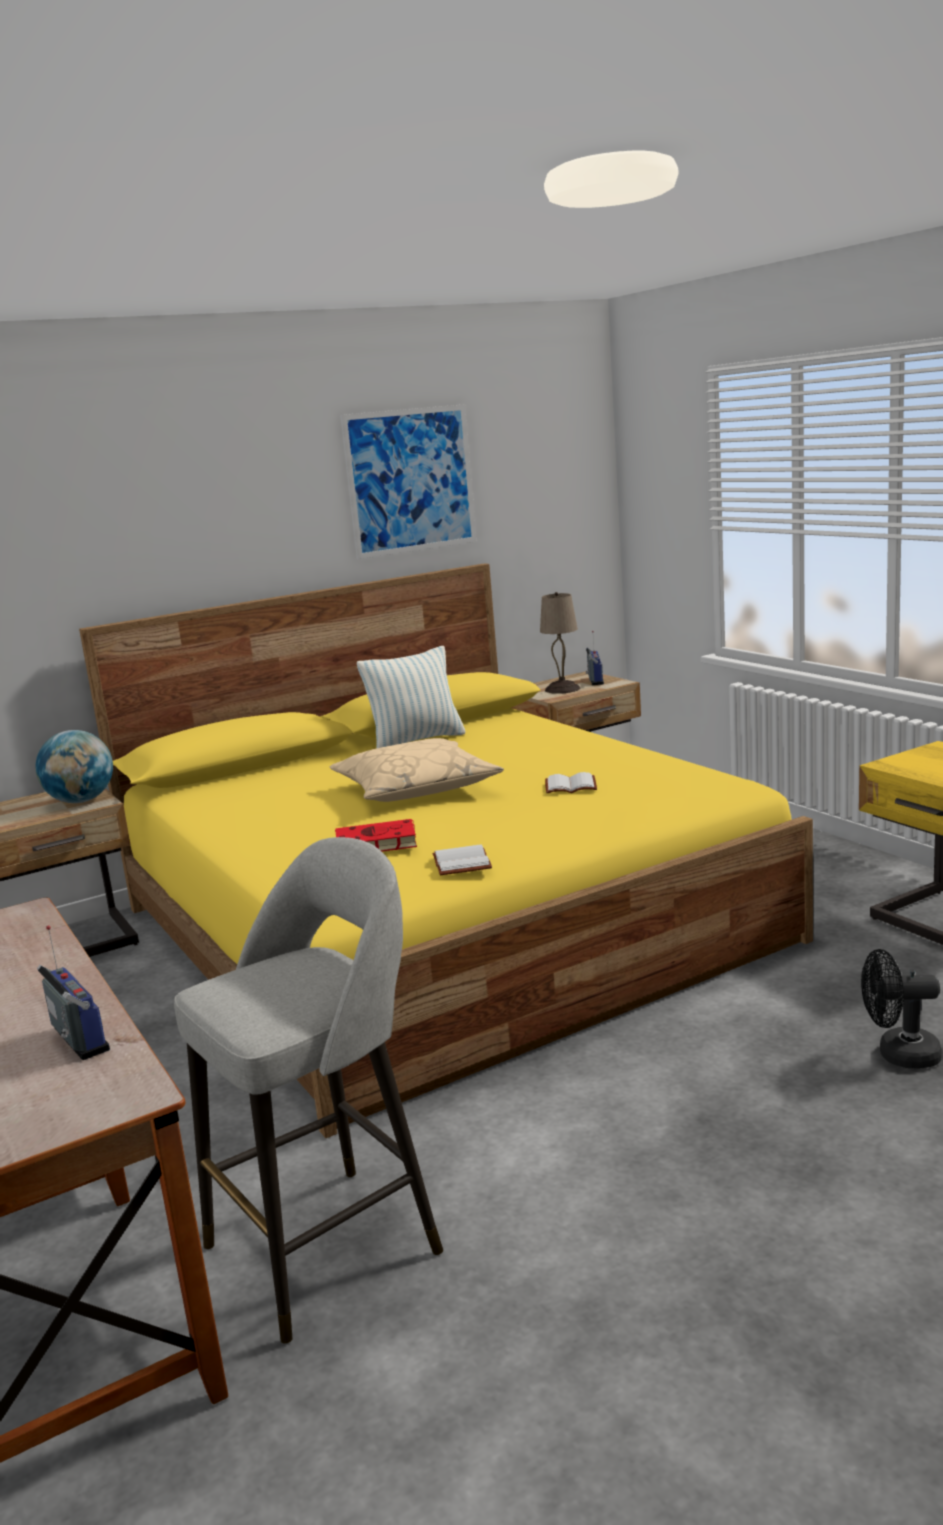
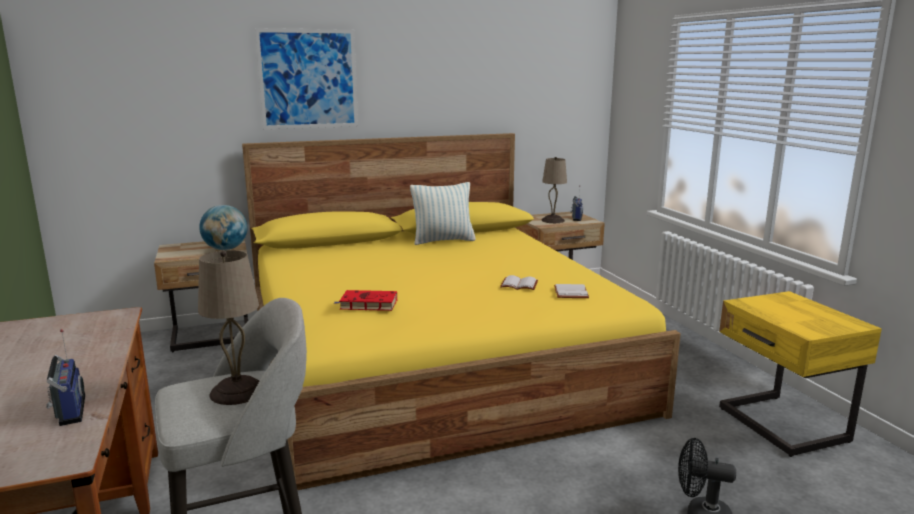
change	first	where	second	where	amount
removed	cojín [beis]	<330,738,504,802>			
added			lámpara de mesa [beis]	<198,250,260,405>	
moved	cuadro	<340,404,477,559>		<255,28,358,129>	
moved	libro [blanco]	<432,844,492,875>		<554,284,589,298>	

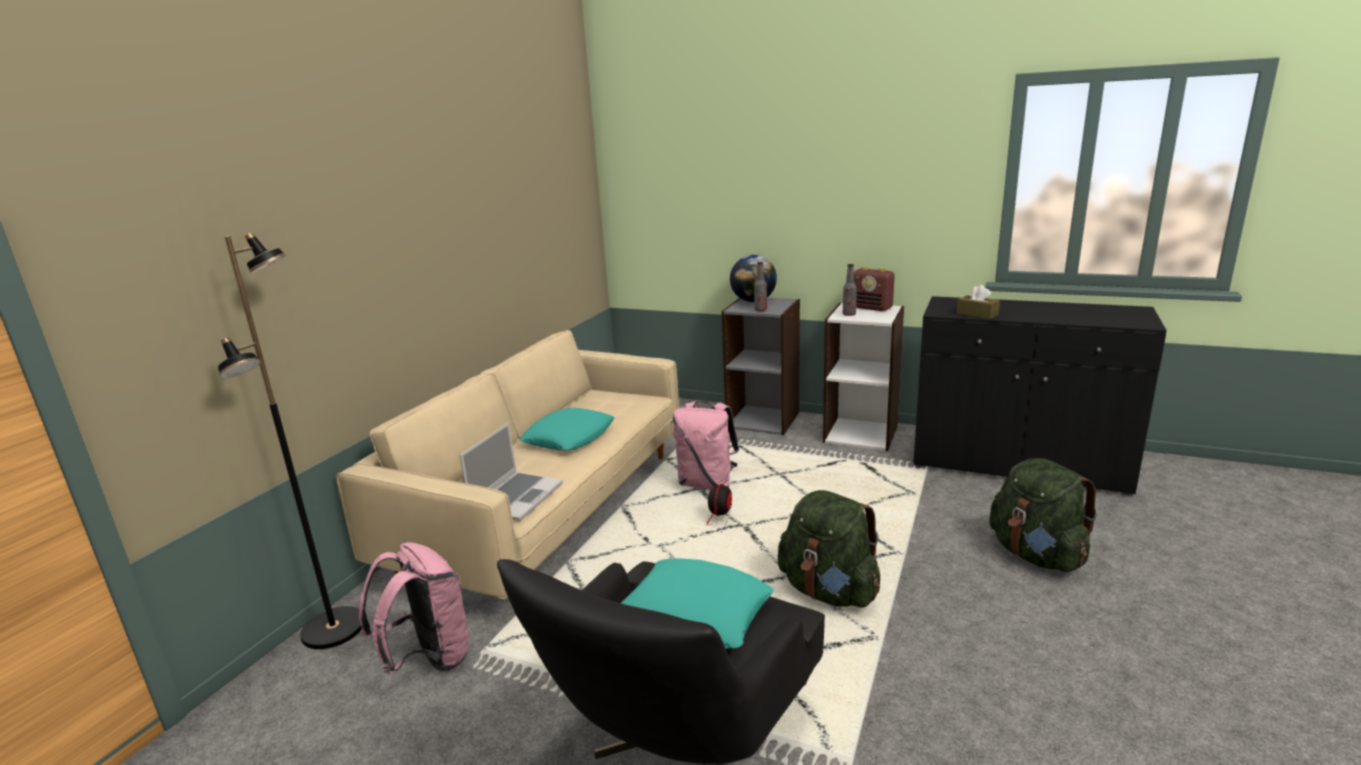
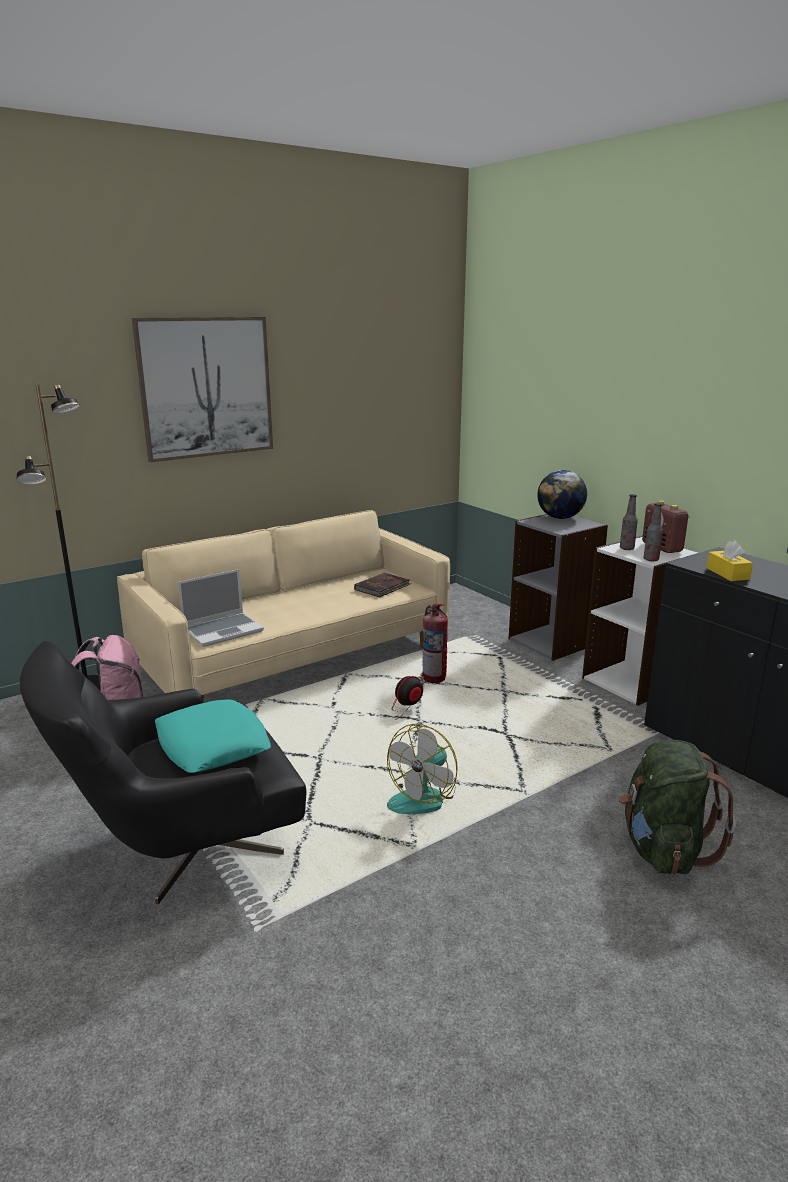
change	first	where	second	where	amount
removed	cojín [turquesa]	<520,408,614,450>			
added			cuadro	<132,317,273,462>	
added			libro [marrón]	<354,573,412,597>	
moved	botella	<754,262,767,311>		<644,503,663,561>	
replaced	mochila [rosa]	<673,401,740,489>	extintor	<423,603,448,683>	
replaced	mochila [verde]	<778,490,880,608>	ventilador	<387,724,458,814>	
recoloured	caja de pañuelos [marrón]	<957,285,1000,319>	caja de pañuelos [amarillo]	<707,540,753,581>	

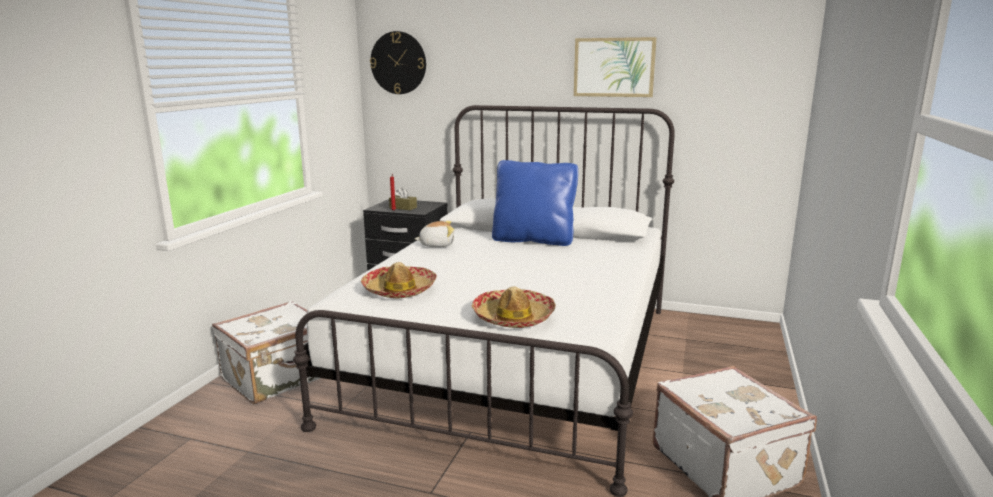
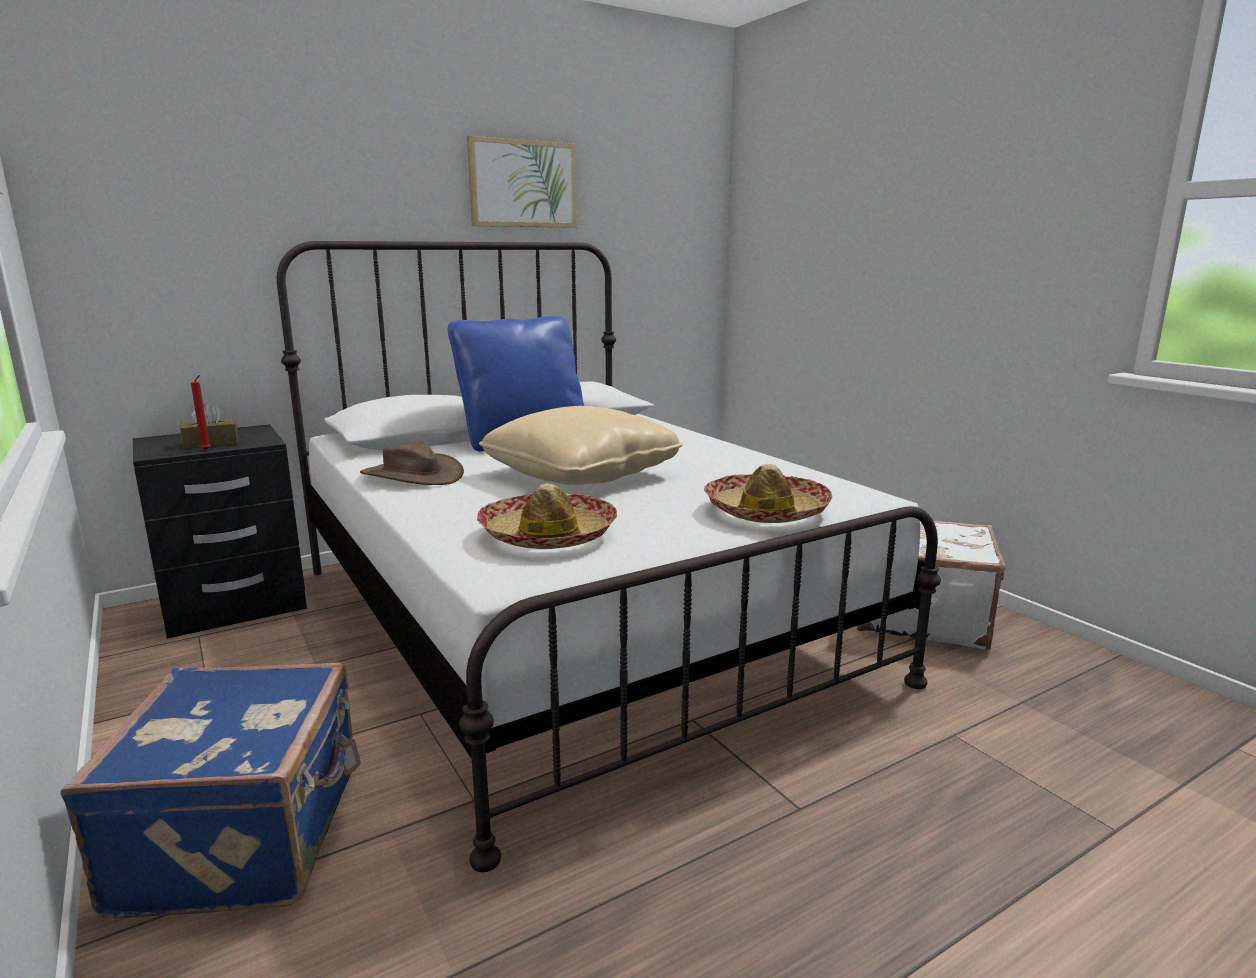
change	first	where	second	where	amount
removed	reloj de pared	<370,31,426,94>			
added			cojín [beis]	<479,406,683,485>	
replaced	peluche	<415,221,454,247>	sombrero [marrón]	<360,440,464,485>	
recoloured	maleta [blanco]	<212,301,320,404>	maleta [azul]	<60,662,361,918>	

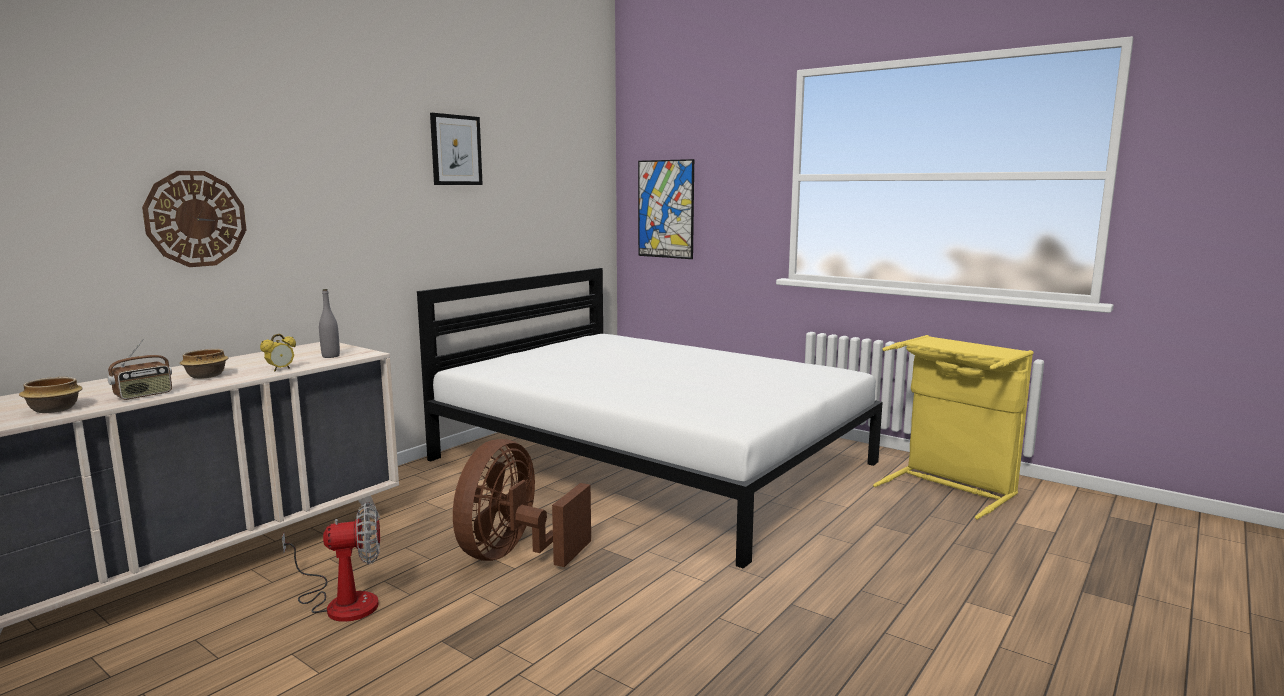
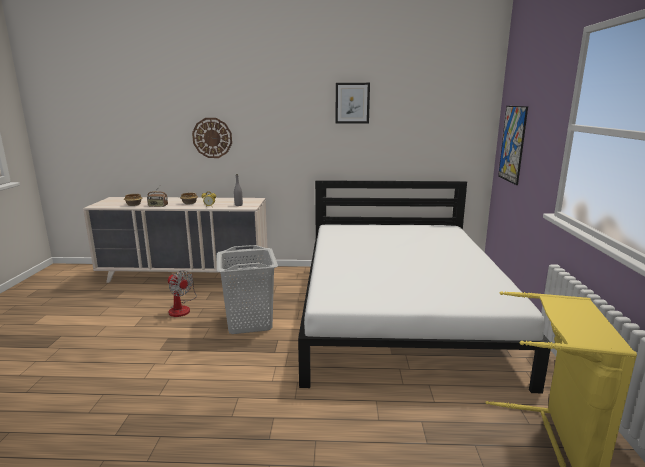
change	first	where	second	where	amount
replaced	ventilador [marrón]	<453,439,591,567>	cesto de la ropa [gris]	<216,245,278,334>	

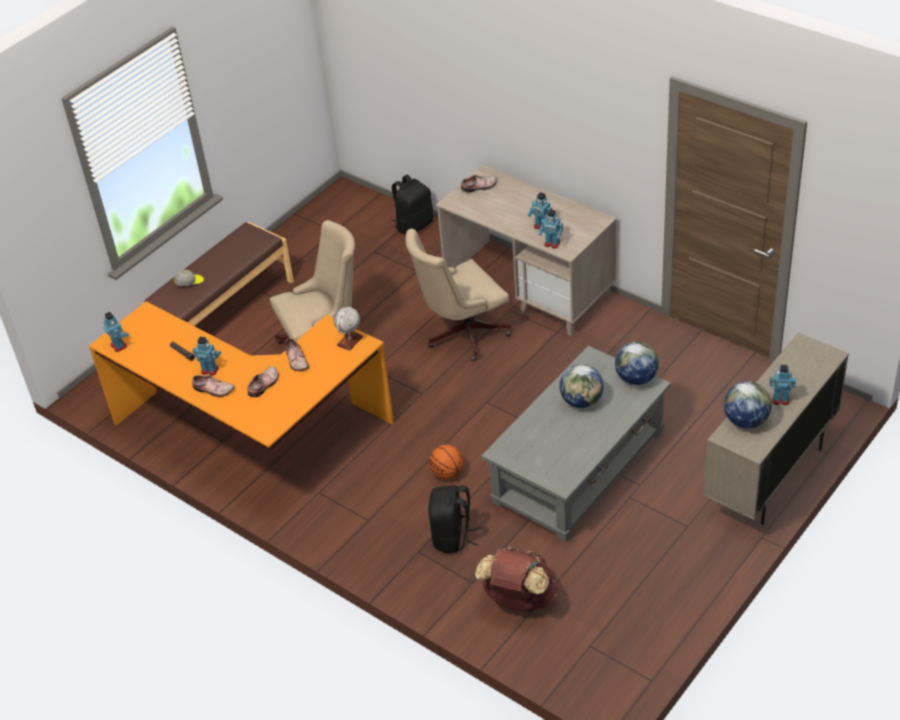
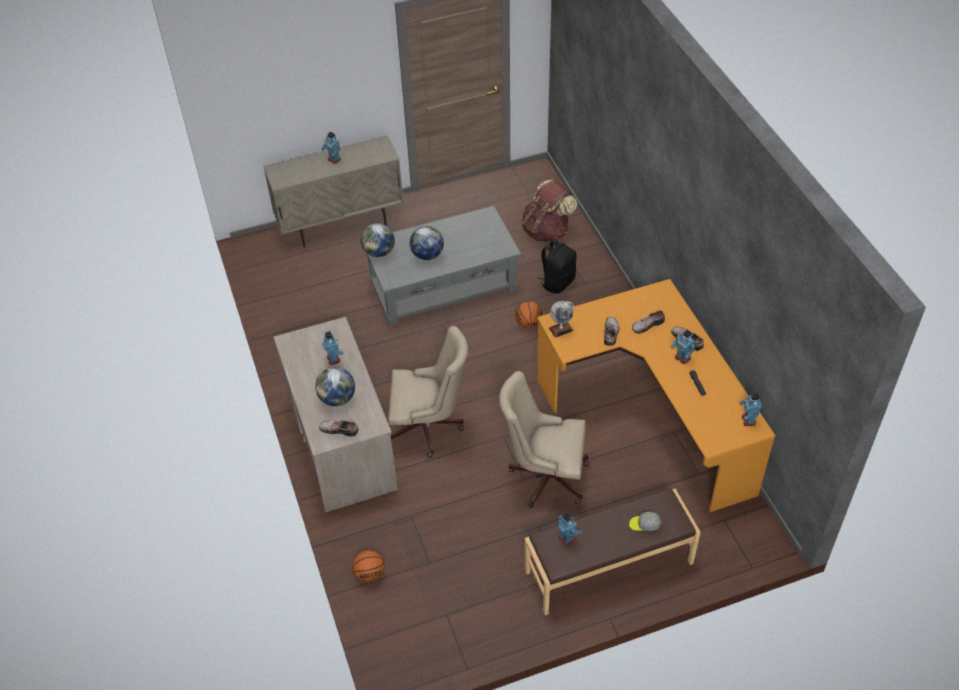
change	first	where	second	where	amount
moved	robot de juguete	<538,209,563,248>		<558,513,582,546>	
moved	globo terráqueo	<724,381,772,429>		<315,367,355,407>	
replaced	mochila [negro]	<392,175,433,235>	balón de baloncesto	<352,550,385,583>	

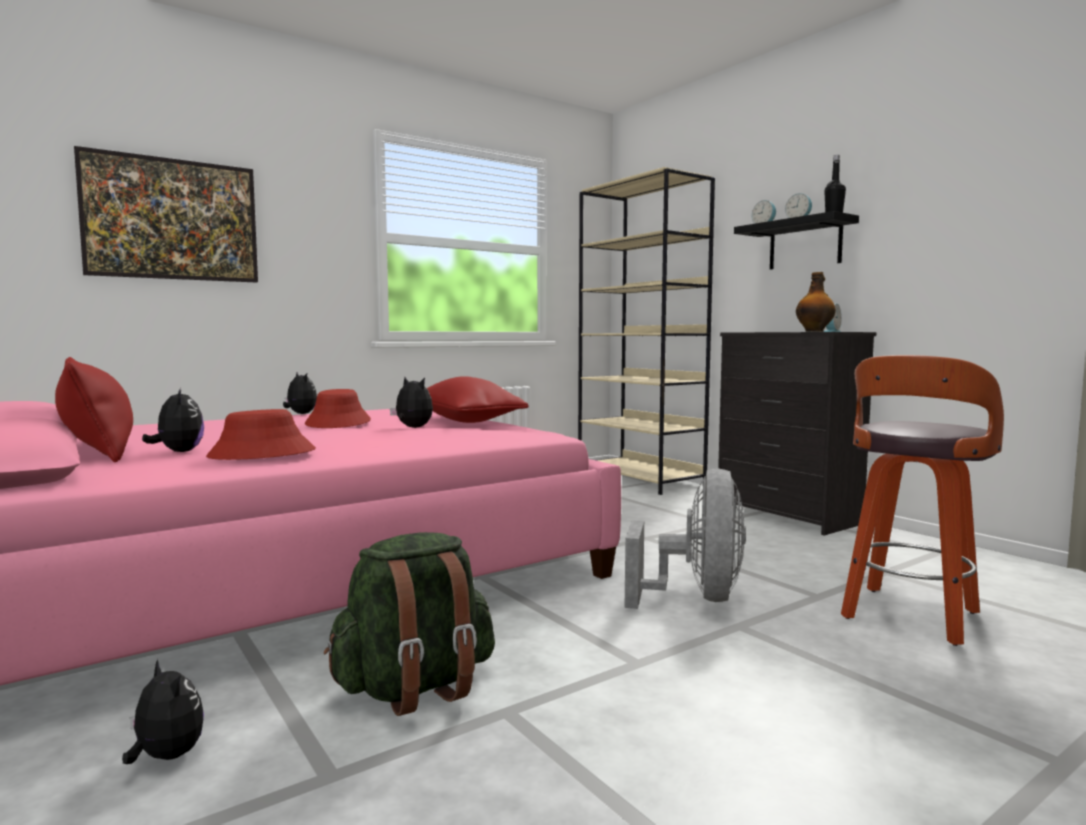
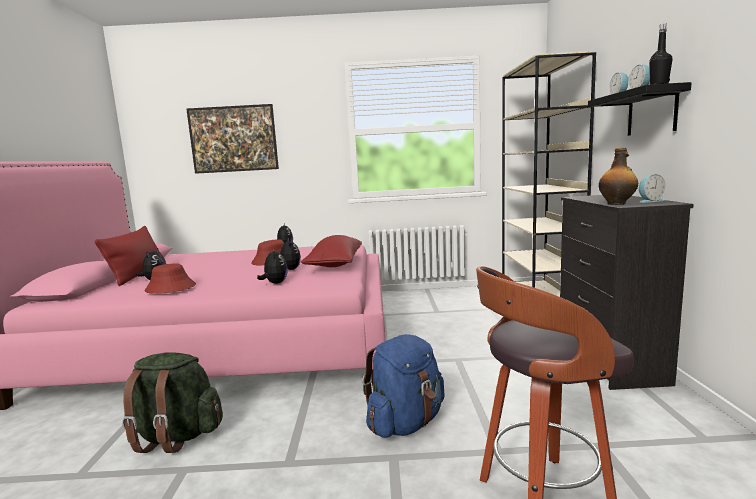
change	first	where	second	where	amount
moved	peluche	<122,659,204,764>		<257,249,288,284>	
replaced	ventilador [gris]	<624,468,746,609>	mochila [azul]	<362,334,445,438>	

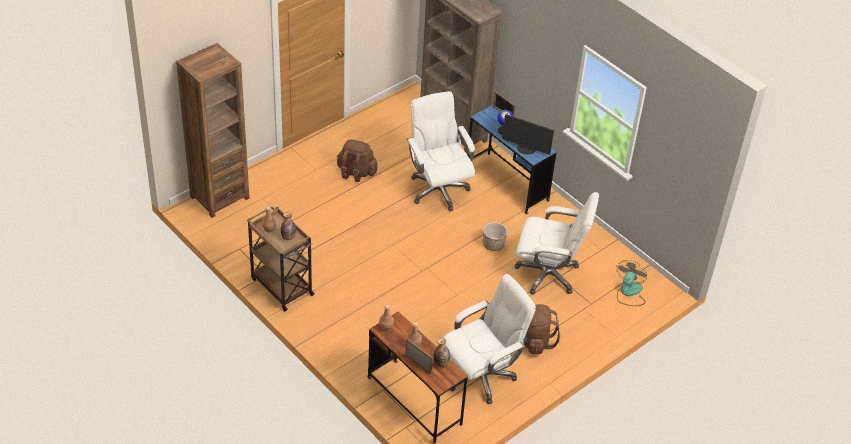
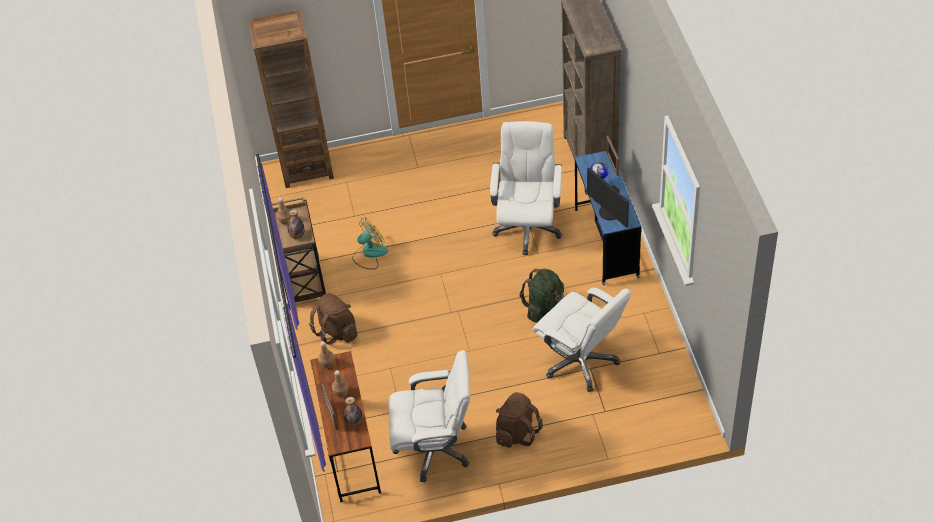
change	first	where	second	where	amount
moved	mochila [marrón]	<337,140,377,182>		<309,293,358,345>	
moved	ventilador	<616,260,647,306>		<352,217,388,269>	
replaced	maceta	<483,222,507,251>	mochila [verde]	<520,269,564,323>	

